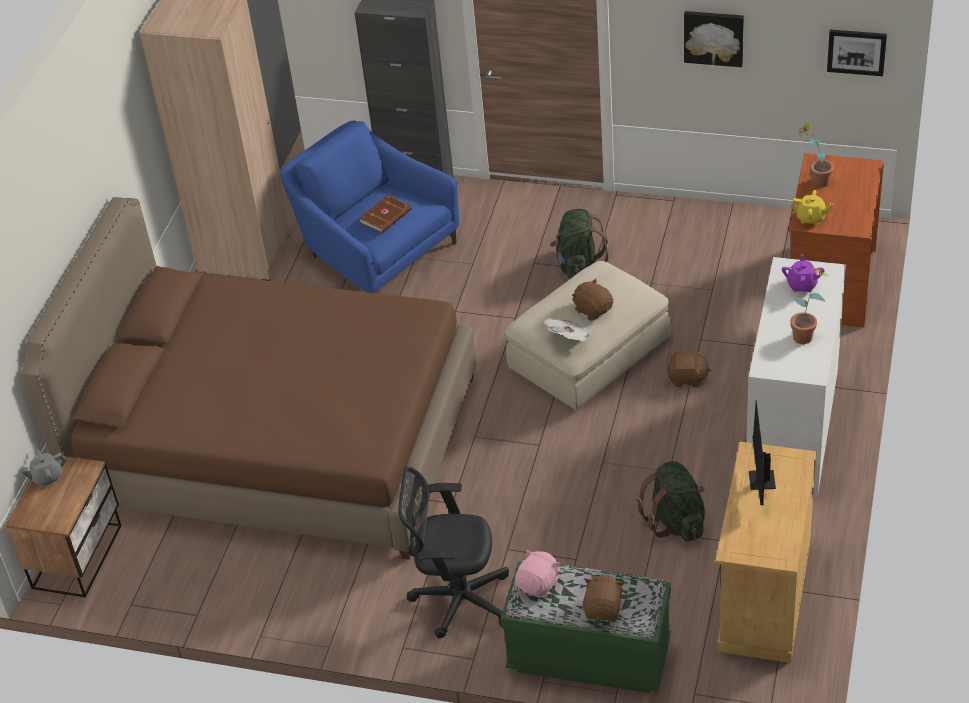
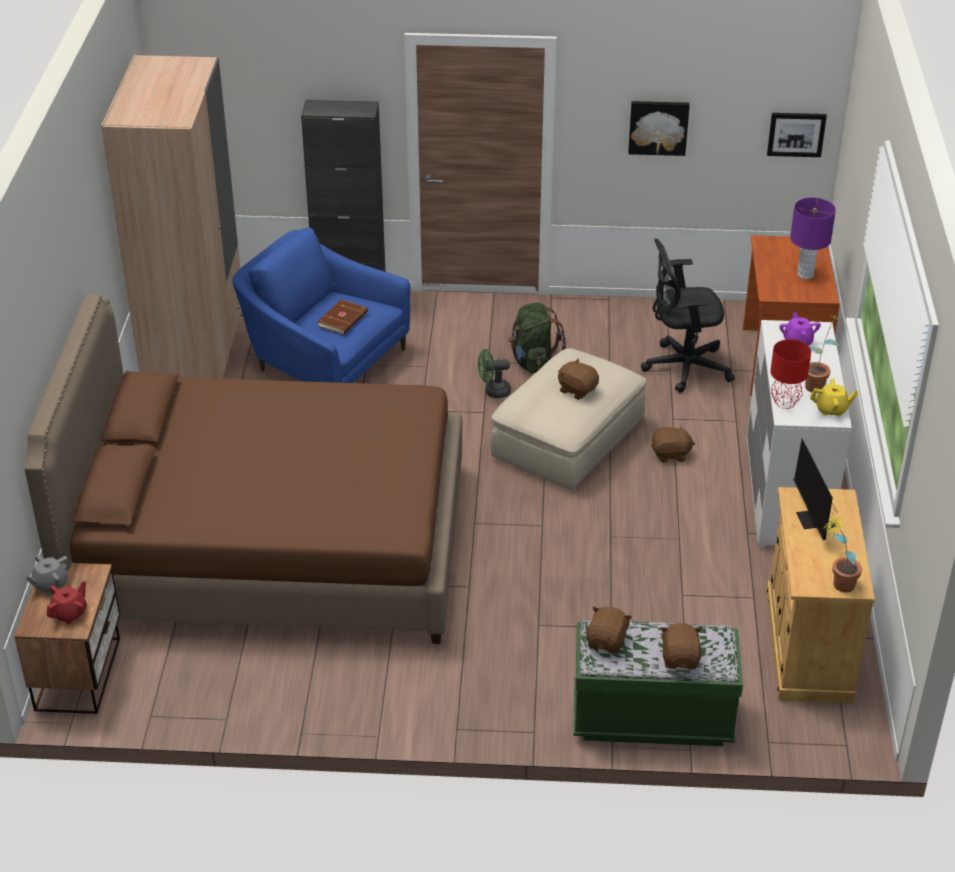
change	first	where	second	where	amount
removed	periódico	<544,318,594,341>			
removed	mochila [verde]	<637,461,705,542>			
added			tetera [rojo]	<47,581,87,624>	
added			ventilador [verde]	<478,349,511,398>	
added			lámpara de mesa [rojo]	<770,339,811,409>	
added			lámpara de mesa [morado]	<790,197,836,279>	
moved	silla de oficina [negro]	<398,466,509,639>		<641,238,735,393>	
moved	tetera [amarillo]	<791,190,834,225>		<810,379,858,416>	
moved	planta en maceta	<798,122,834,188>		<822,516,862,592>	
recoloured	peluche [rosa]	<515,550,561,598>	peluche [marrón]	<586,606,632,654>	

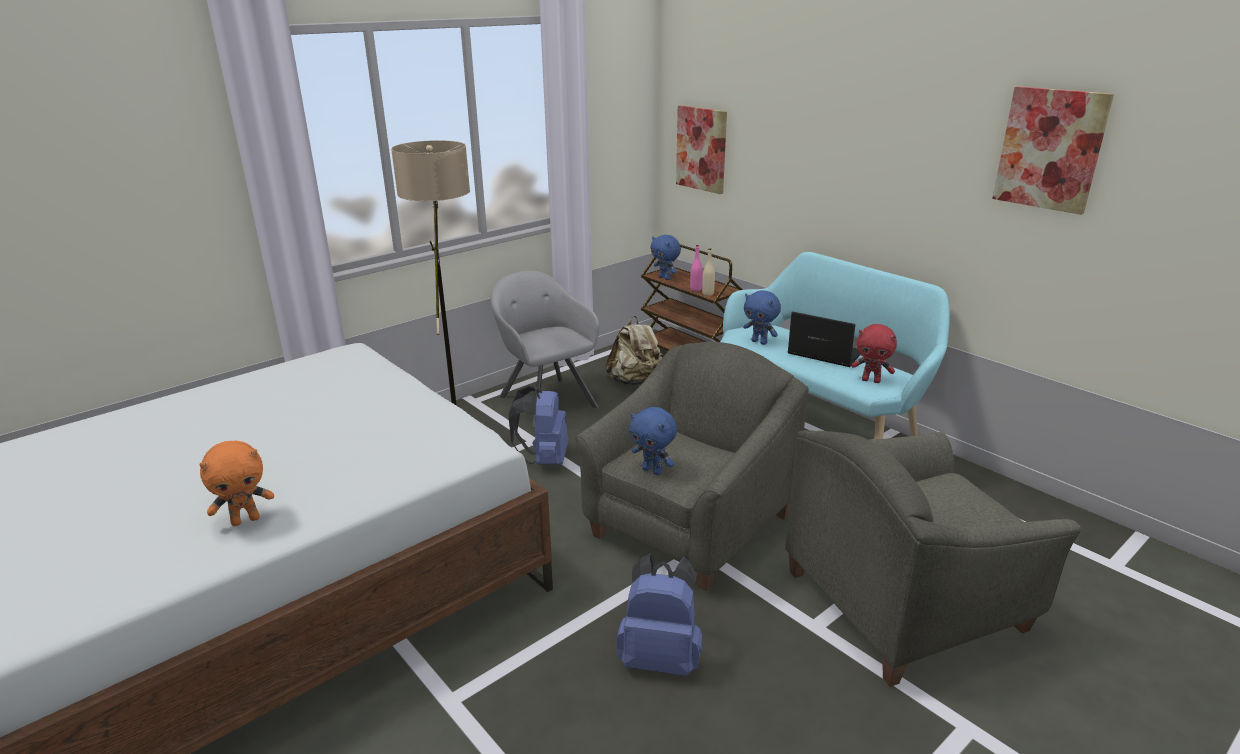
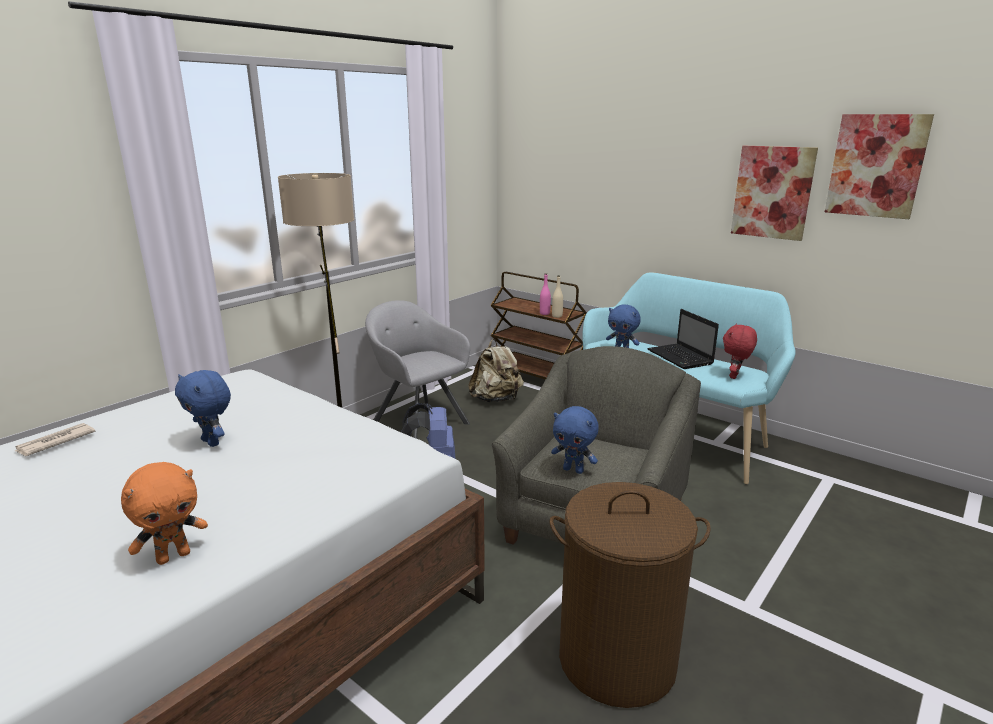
change	first	where	second	where	amount
removed	sillón [gris]	<785,430,1081,687>			
added			periódico	<15,423,95,456>	
moved	peluche [azul]	<650,235,681,280>		<175,370,231,447>	
moved	cuadro	<676,105,727,194>		<731,146,818,241>	
replaced	mochila [azul]	<617,553,702,676>	cesto de la ropa [marrón]	<550,482,711,708>	
turned	portátil	<788,312,861,367>		<647,309,719,369>	135 degrees counterclockwise
turned	peluche [rojo]	<851,324,897,383>		<723,323,757,379>	105 degrees clockwise

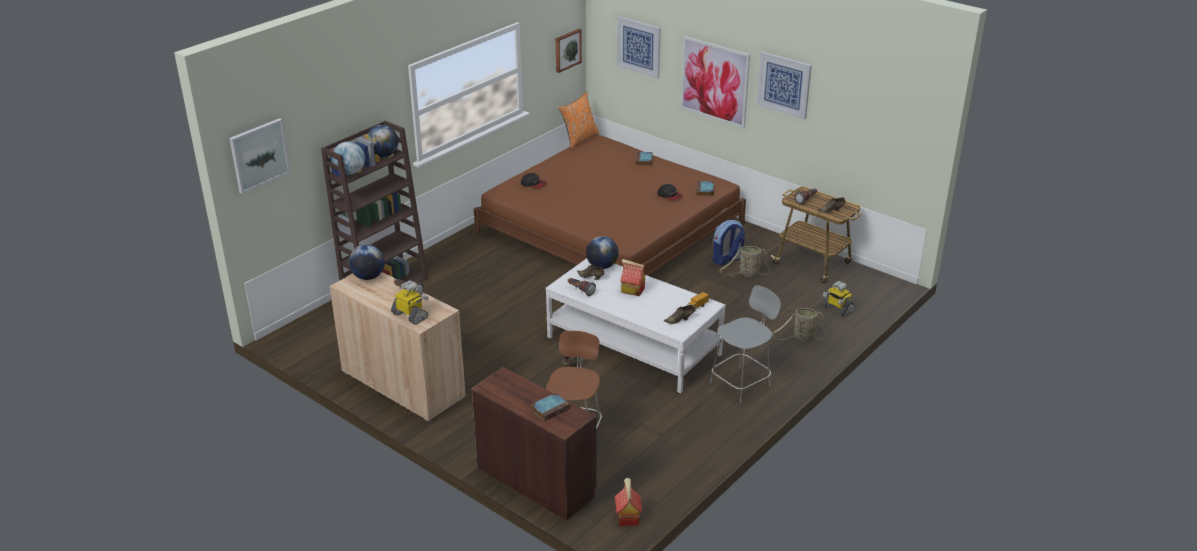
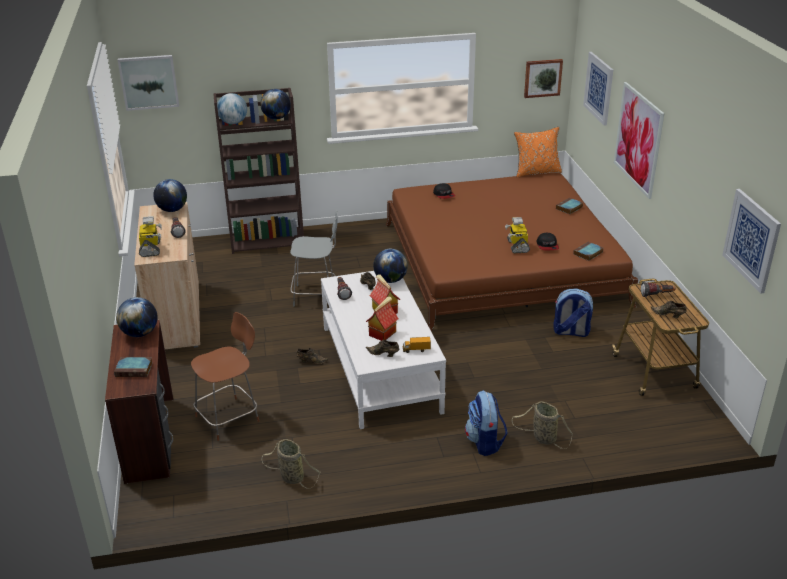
change	first	where	second	where	amount
added			globo terráqueo	<116,297,158,337>	
added			mochila	<465,390,507,456>	
moved	casita	<615,478,642,526>		<366,296,399,341>	
moved	silla [gris]	<710,285,781,403>		<290,210,337,306>	
moved	cesta	<720,246,770,277>		<261,439,320,489>	
moved	cuadro	<757,52,812,120>		<722,189,781,293>	
moved	robot de juguete	<822,281,855,317>		<505,217,530,253>	

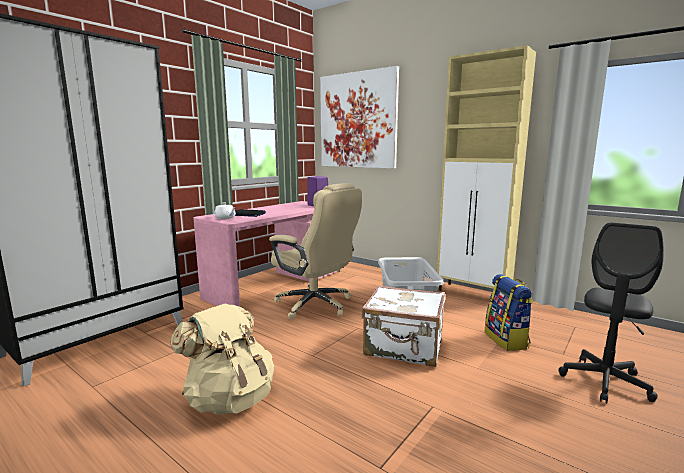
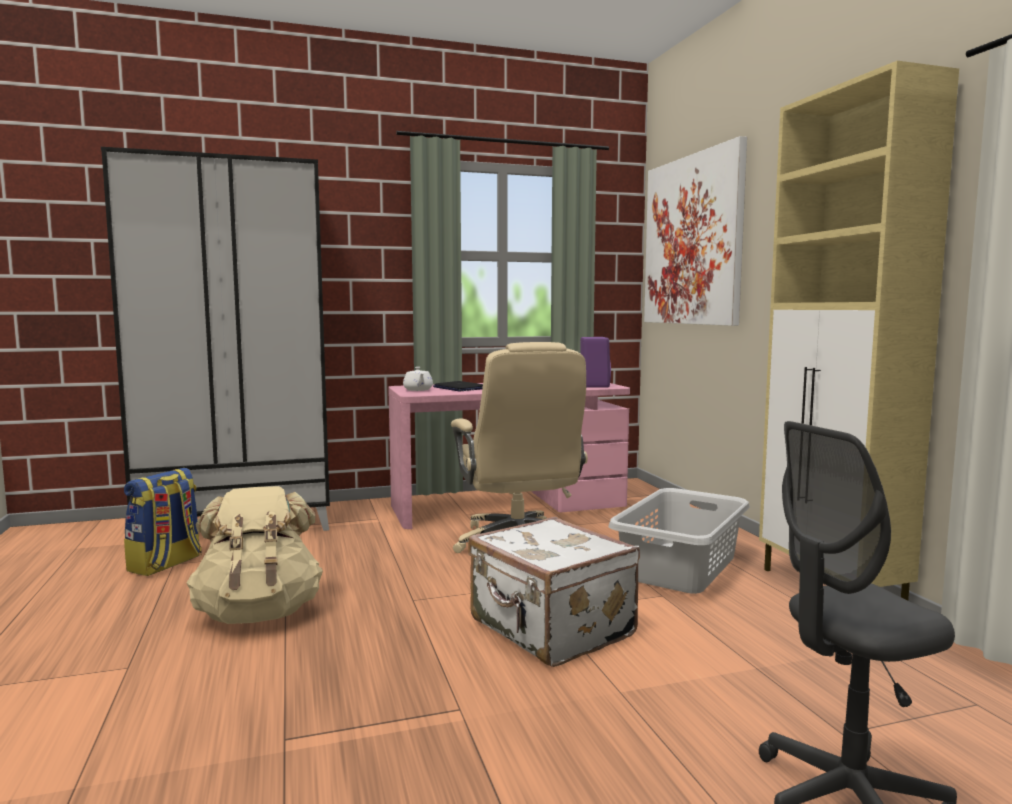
change	first	where	second	where	amount
moved	mochila	<485,274,533,351>		<124,468,202,576>	

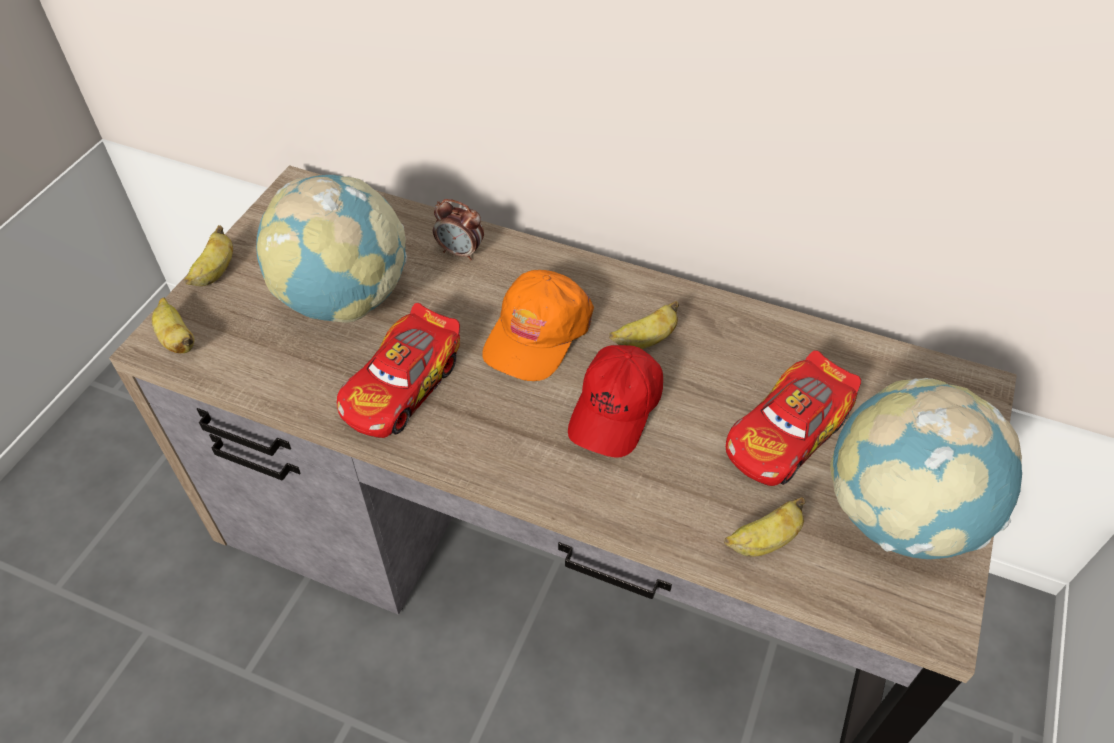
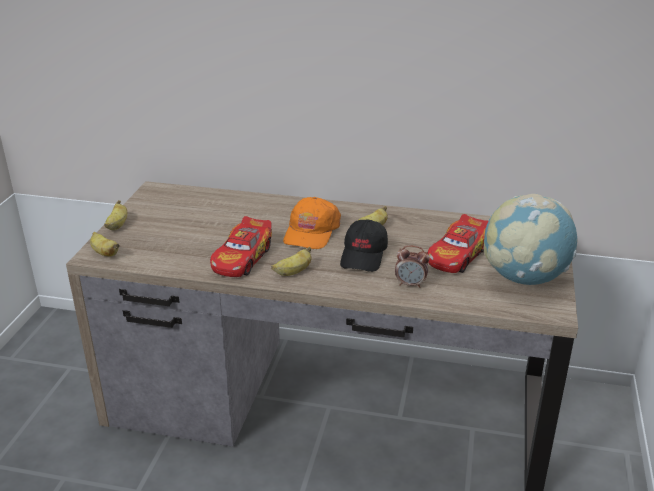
change	first	where	second	where	amount
removed	globo terráqueo	<256,175,407,323>			
moved	despertador	<433,199,484,261>		<395,245,430,288>	
moved	plátano	<724,497,805,557>		<271,247,311,276>	
recoloured	gorra [rojo]	<568,345,663,458>	gorra [negro]	<340,219,388,272>	

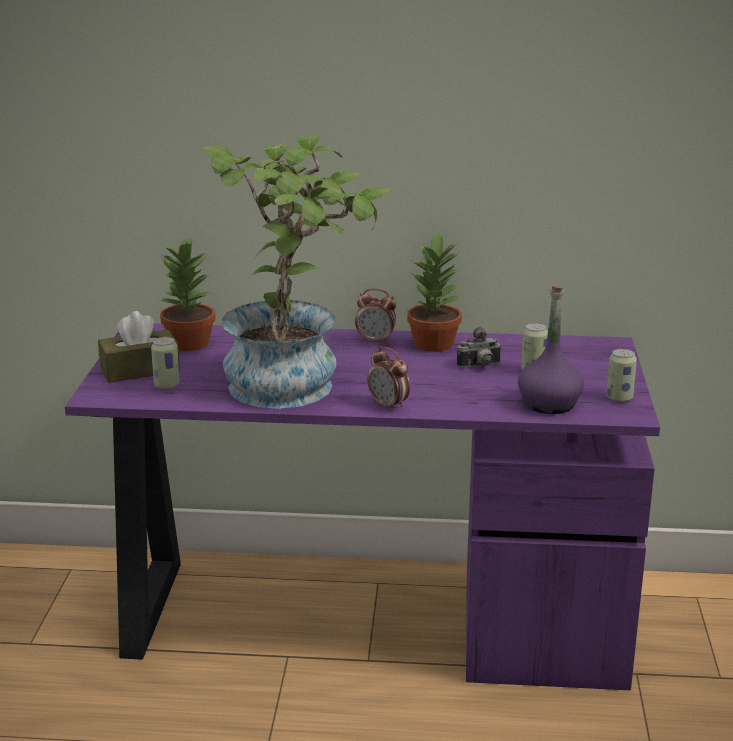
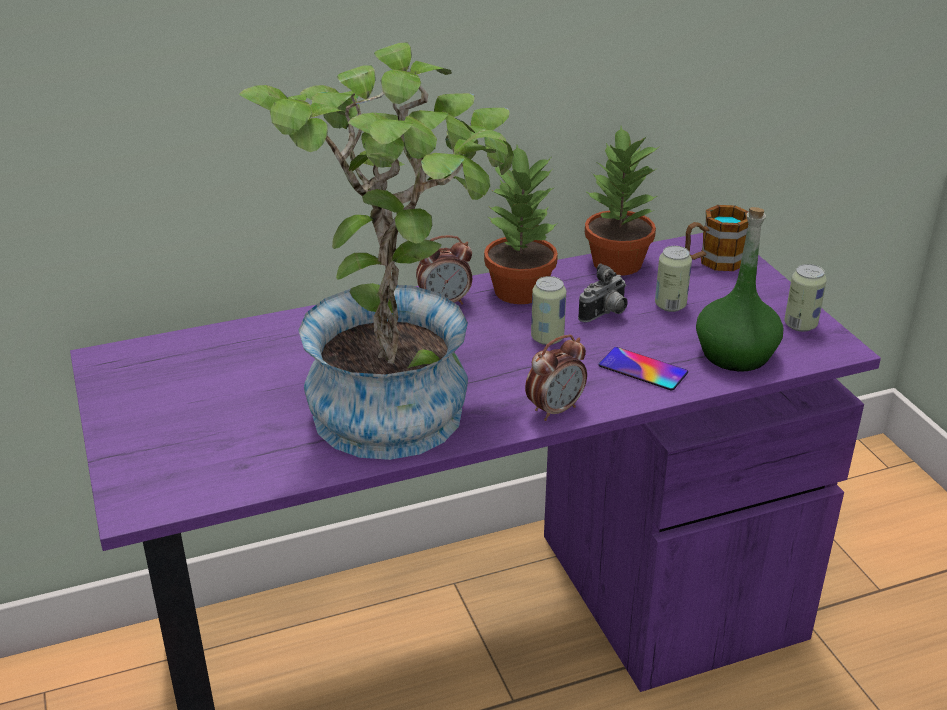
change	first	where	second	where	amount
removed	caja de pañuelos [marrón]	<98,311,180,383>			
added			móvil	<599,347,688,390>	
added			taza grande	<685,205,749,271>	
moved	lata	<151,337,180,390>		<531,276,566,345>	
moved	planta en maceta	<160,235,216,351>		<585,126,659,276>	
recoloured	botella [morado]	<518,285,584,414>	botella [verde]	<696,207,783,371>	
turned	despertador	<368,347,410,412>		<525,334,587,421>	60 degrees counterclockwise

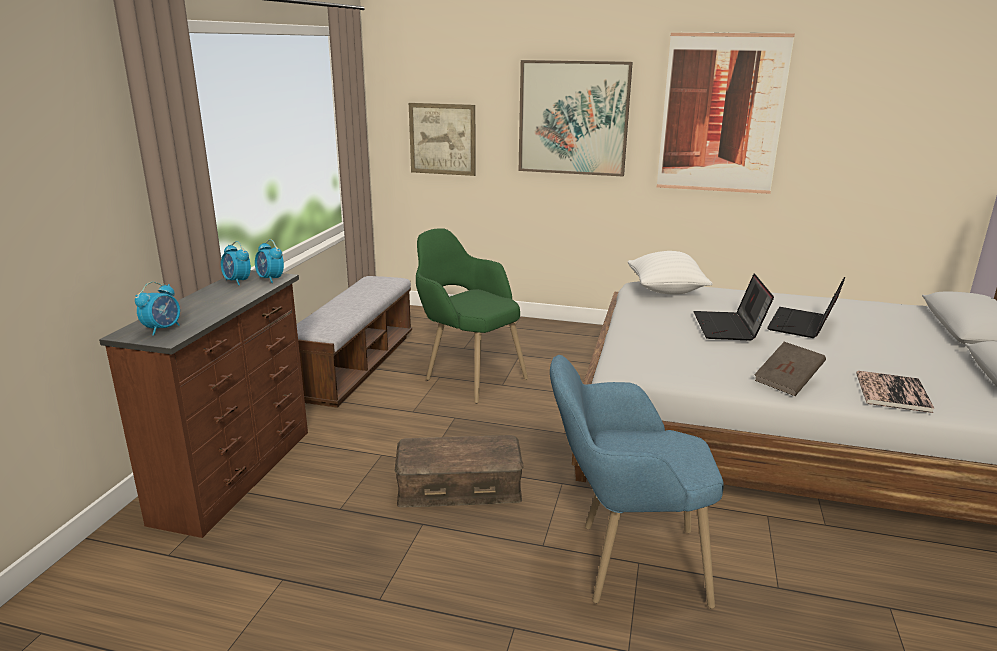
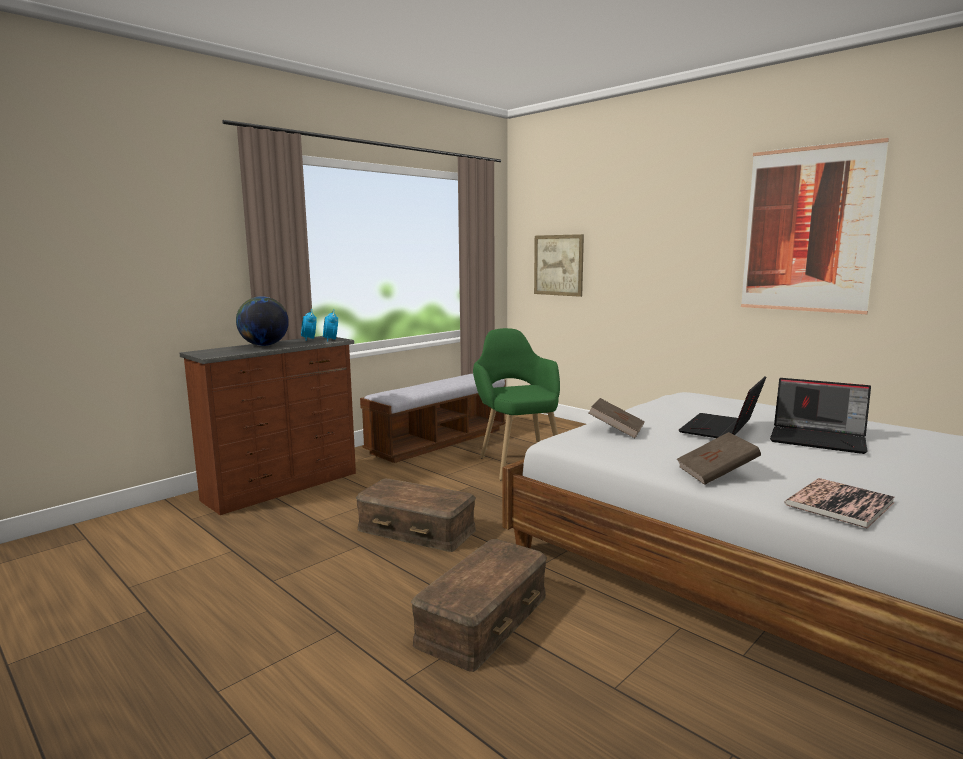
change	first	where	second	where	amount
removed	despertador	<135,282,180,336>			
removed	cuadro	<519,60,633,177>			
removed	cojín [blanco]	<628,251,712,295>			
added			globo terráqueo	<236,296,289,346>	
added			libro [marrón]	<588,398,645,438>	
replaced	sillón [azul]	<550,355,724,609>	caja de almacenaje [marrón]	<411,539,547,672>	
turned	portátil	<767,277,845,338>		<770,378,871,454>	120 degrees counterclockwise

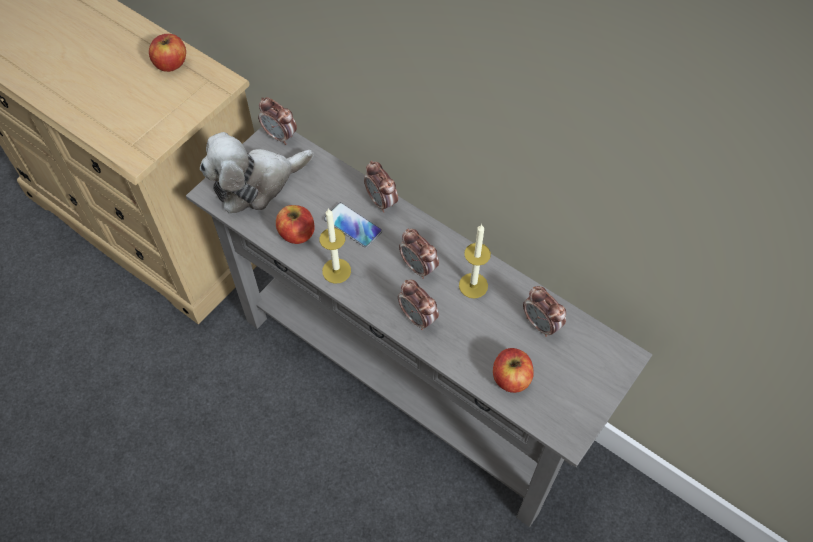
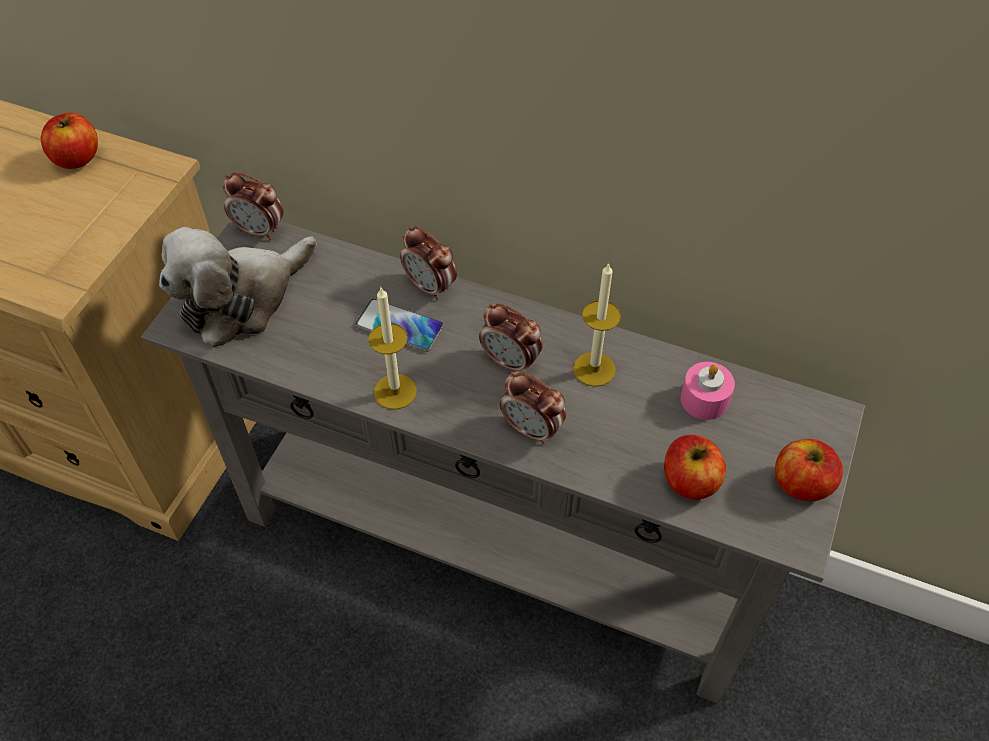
change	first	where	second	where	amount
moved	manzana	<276,205,315,244>		<775,439,843,501>	
replaced	despertador	<523,286,566,337>	vela [rosa]	<681,362,735,420>	

